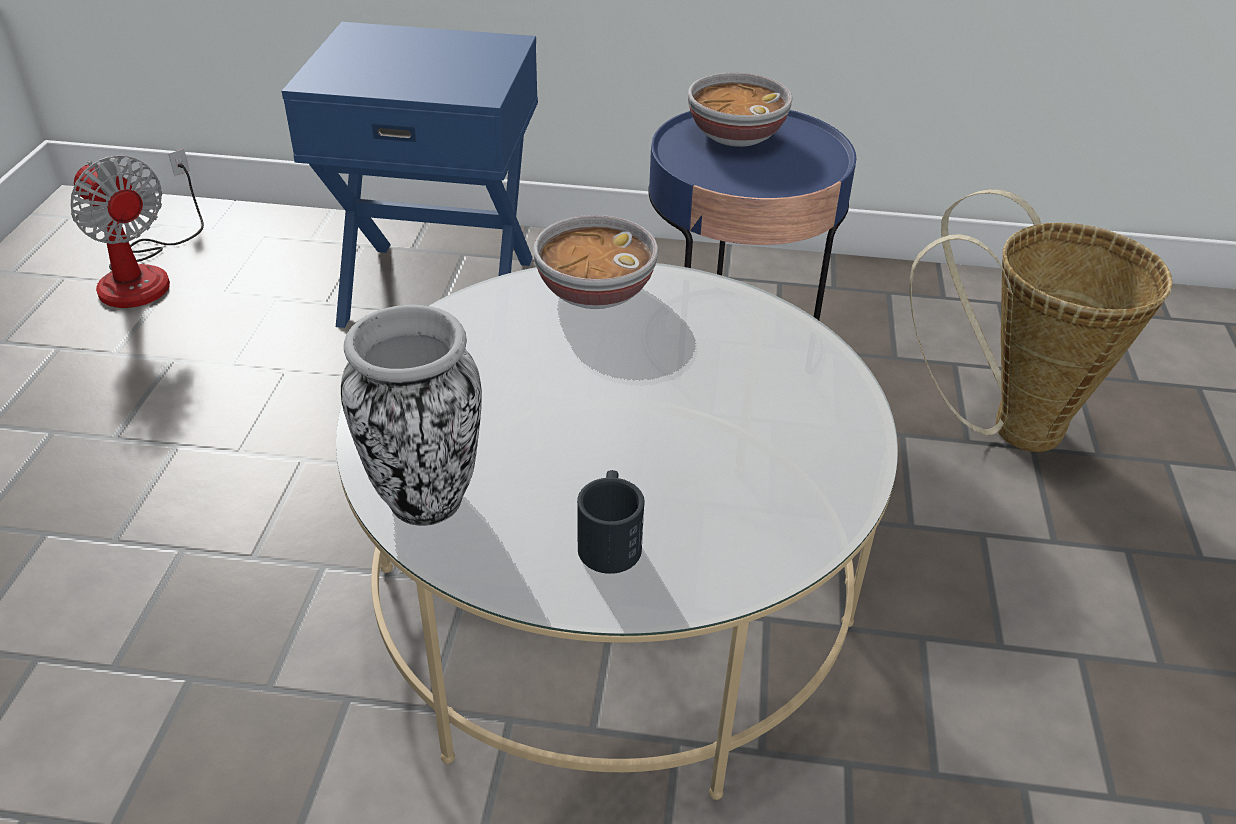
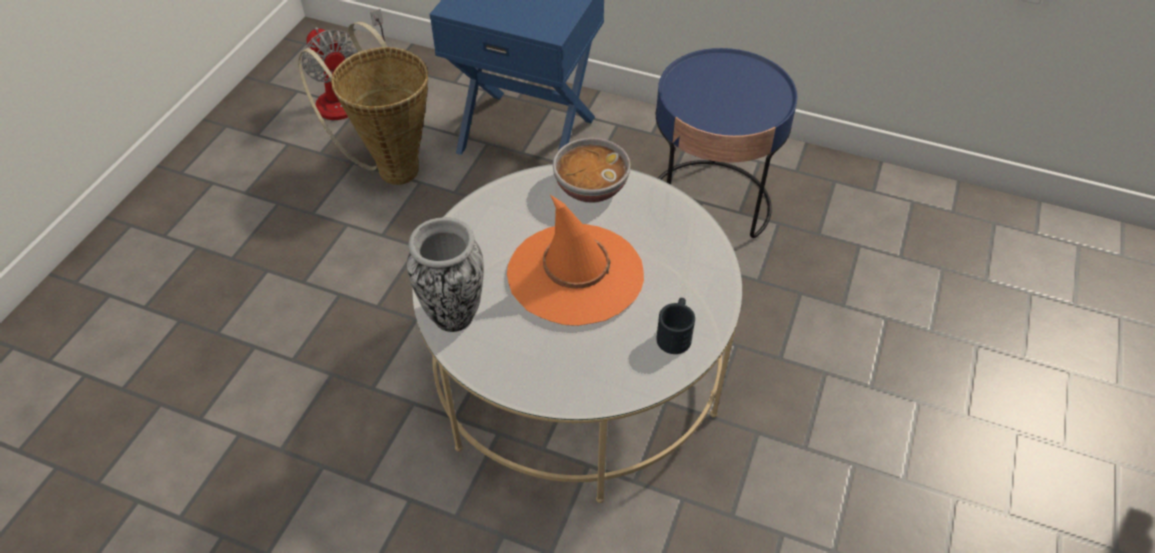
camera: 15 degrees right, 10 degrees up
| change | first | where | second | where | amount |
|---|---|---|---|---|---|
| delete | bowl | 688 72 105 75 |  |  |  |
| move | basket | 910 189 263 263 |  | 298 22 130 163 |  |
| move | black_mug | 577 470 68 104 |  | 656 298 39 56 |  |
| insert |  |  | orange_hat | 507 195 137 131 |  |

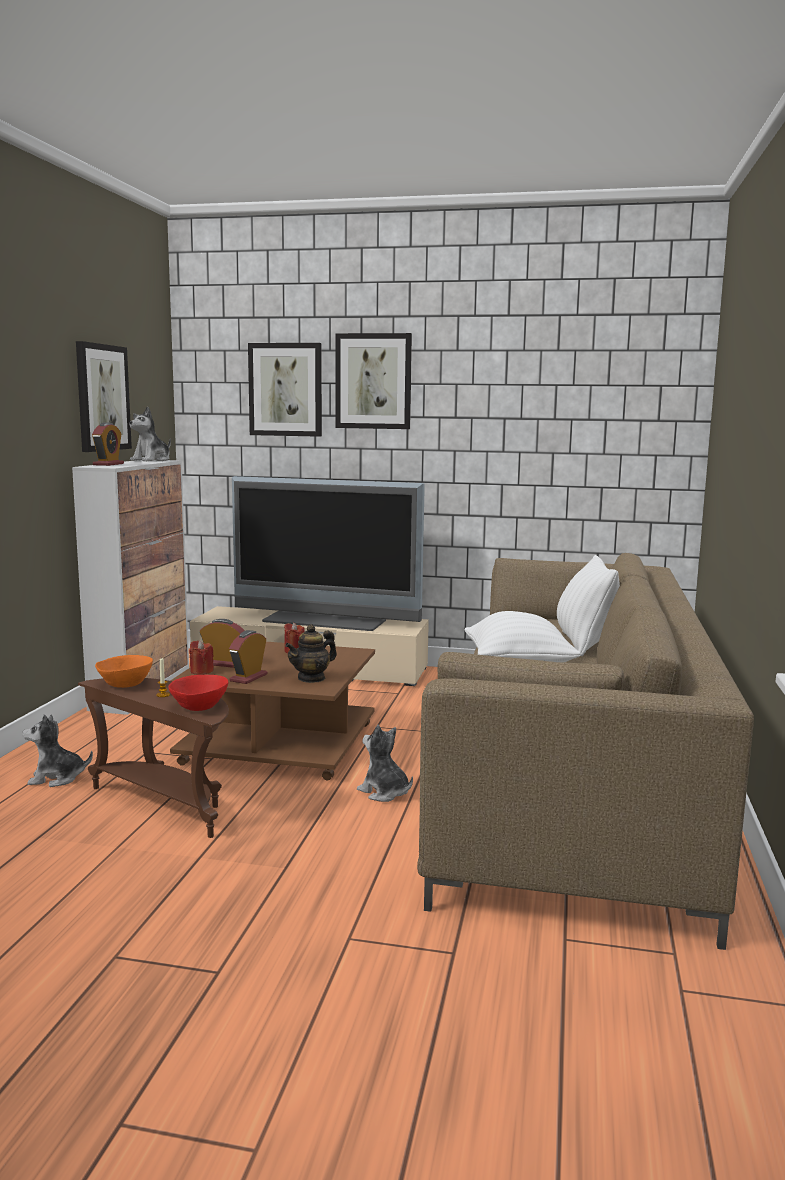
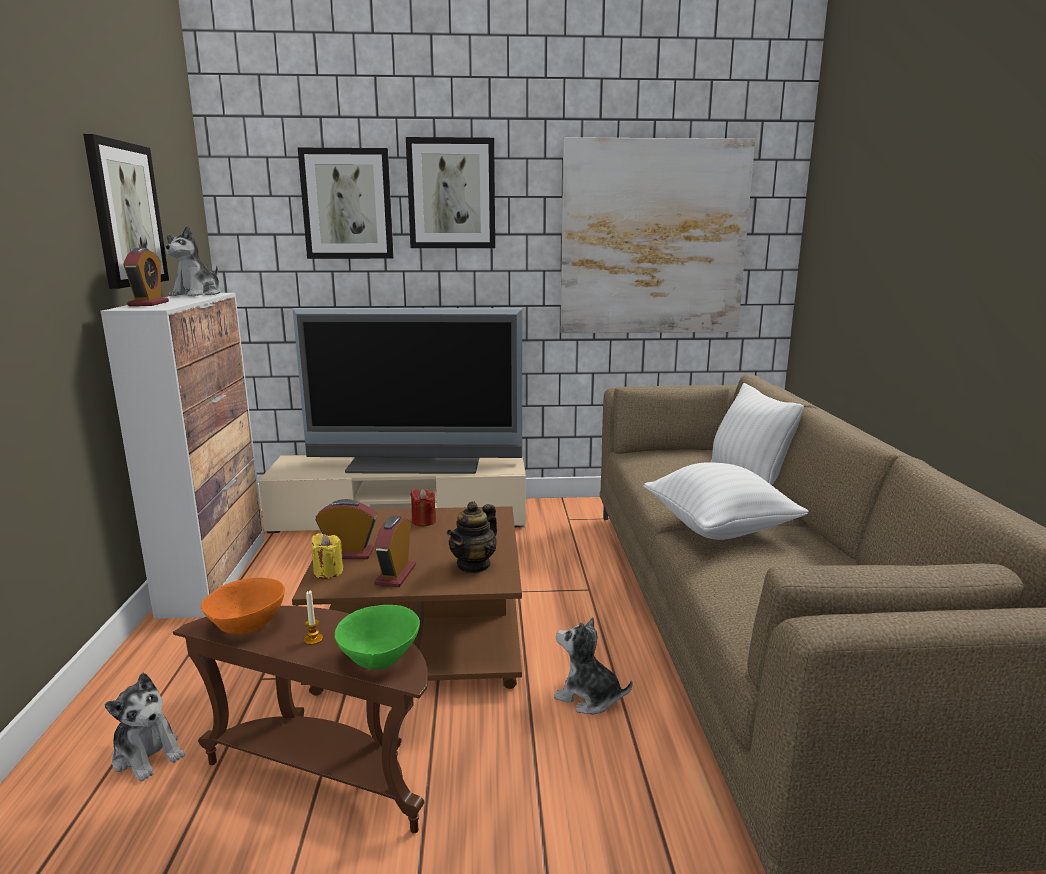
camera: 15 degrees left, 5 degrees up
| change | first | where | second | where | amount |
|---|---|---|---|---|---|
| recolor | red_candle | 189 640 25 35 | yellow_candle | 311 533 32 46 |  |
| recolor | red_bowl | 168 675 60 36 | green_bowl | 335 605 85 64 |  |
| rotate | plush_toy | 22 714 71 73 |  | 105 673 80 109 | 120 degrees counterclockwise |
| insert |  |  | picture | 560 137 195 196 |  |

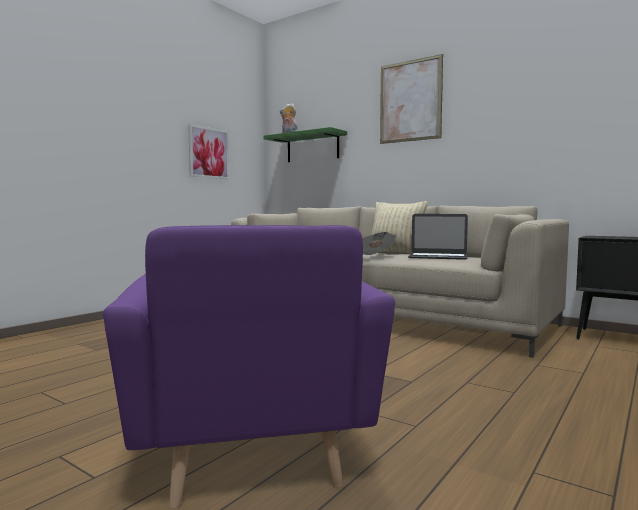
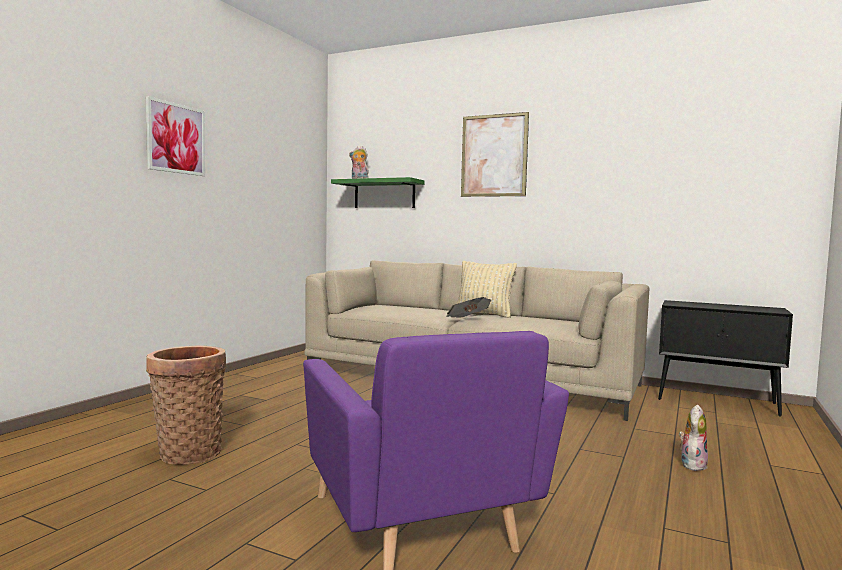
camera: 10 degrees left, 0 degrees up
| change | first | where | second | where | amount |
|---|---|---|---|---|---|
| move | picture | 188 124 41 55 |  | 146 96 59 80 |  |
| delete | laptop | 408 214 60 46 |  |  |  |
| insert |  |  | basket | 146 346 80 119 |  |
| insert |  |  | plush_toy | 679 405 29 66 |  |

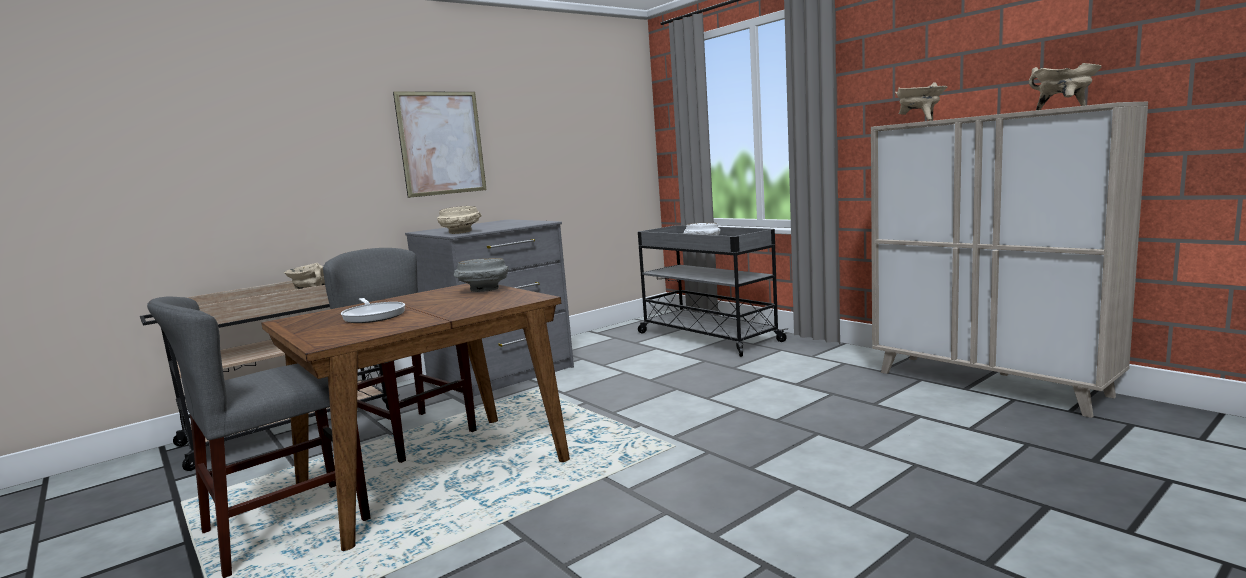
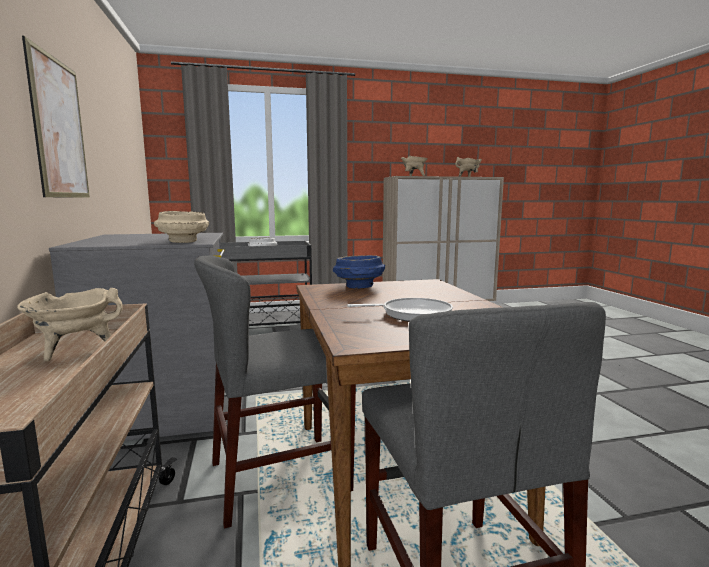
camera: 65 degrees left, 0 degrees up
| change | first | where | second | where | amount |
|---|---|---|---|---|---|
| recolor | grey_bowl | 454 258 55 34 | blue_bowl | 333 255 52 33 |  |

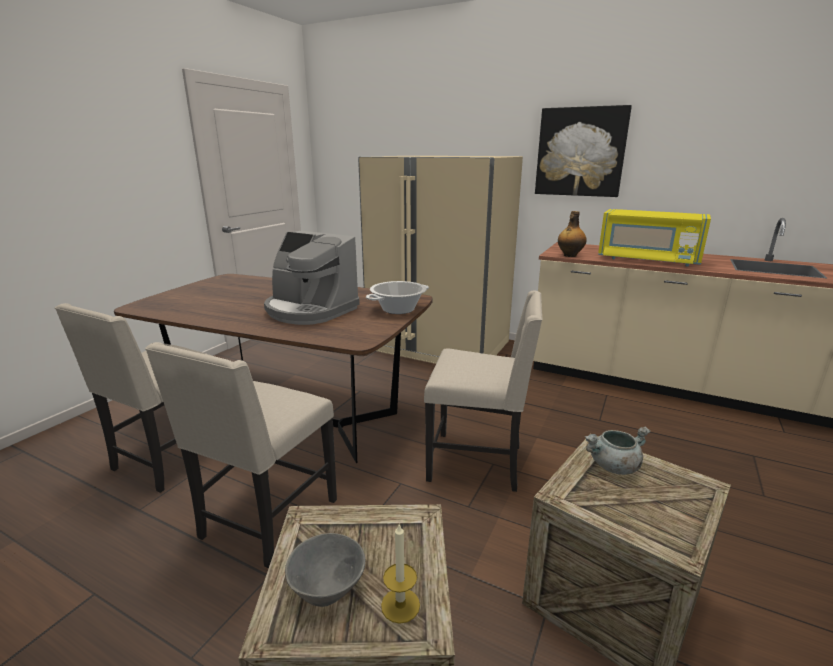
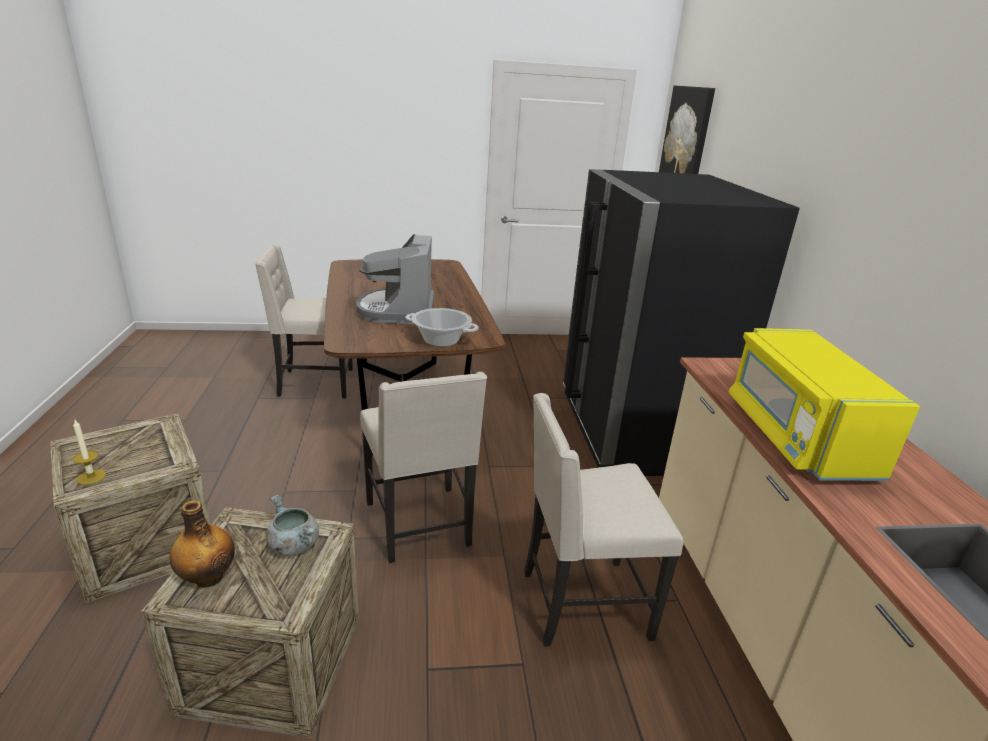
camera: 55 degrees right, 5 degrees up
| change | first | where | second | where | amount |
|---|---|---|---|---|---|
| move | picture | 535 105 97 92 |  | 659 85 56 89 |  |
| recolor | beige_fridge | 358 156 165 208 | black_fridge | 563 169 237 307 |  |
| move | bottle | 558 211 29 46 |  | 170 501 65 87 |  |
| move | beige_chair | 145 342 192 226 |  | 524 393 159 254 |  |
| delete | grey_bowl | 285 533 80 74 |  |  |  |

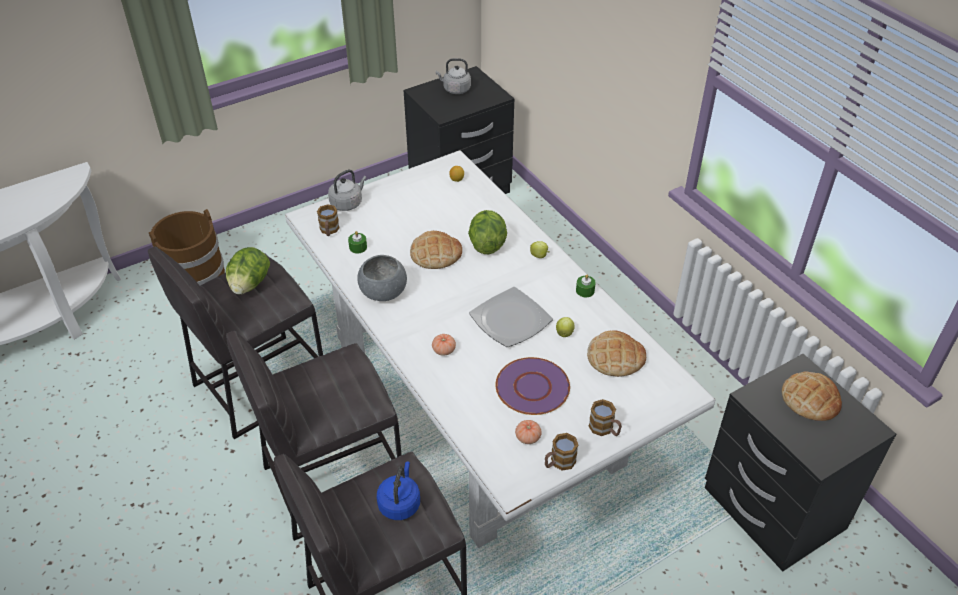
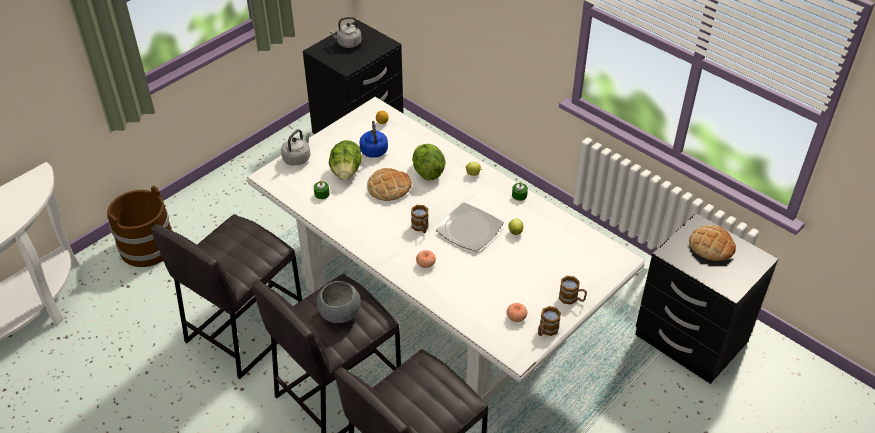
camera: 15 degrees left, 0 degrees up
| change | first | where | second | where | amount |
|---|---|---|---|---|---|
| move | mug | 317 204 23 32 |  | 411 205 18 28 |  |
| move | lettuce | 226 247 44 48 |  | 329 140 33 40 |  |
| move | grey_bowl | 357 255 50 46 |  | 317 281 44 42 |  |
| delete | bread | 587 330 59 47 |  |  |  |
| delete | purple_plate | 495 357 75 58 |  |  |  |
| move | blue_kettle | 377 461 43 59 |  | 359 121 29 37 |  |

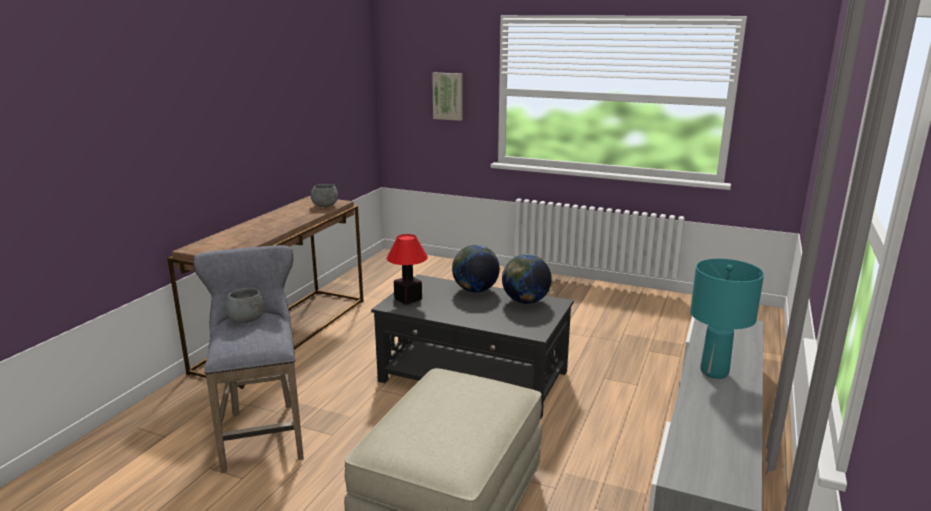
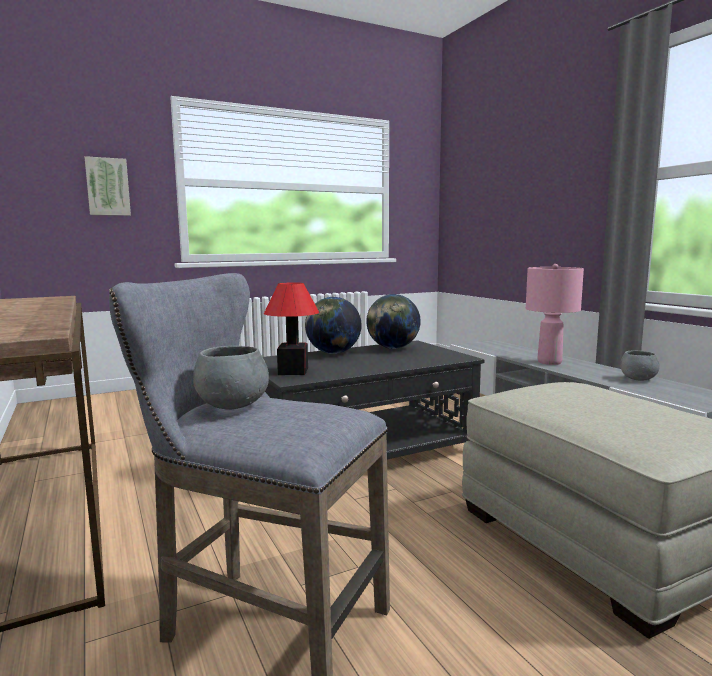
camera: 50 degrees left, 10 degrees down
| change | first | where | second | where | amount |
|---|---|---|---|---|---|
| move | grey_bowl | 311 184 27 23 |  | 620 351 40 30 |  |
| recolor | turquoise_table_lamp | 690 259 74 120 | pink_table_lamp | 526 264 58 101 |  |

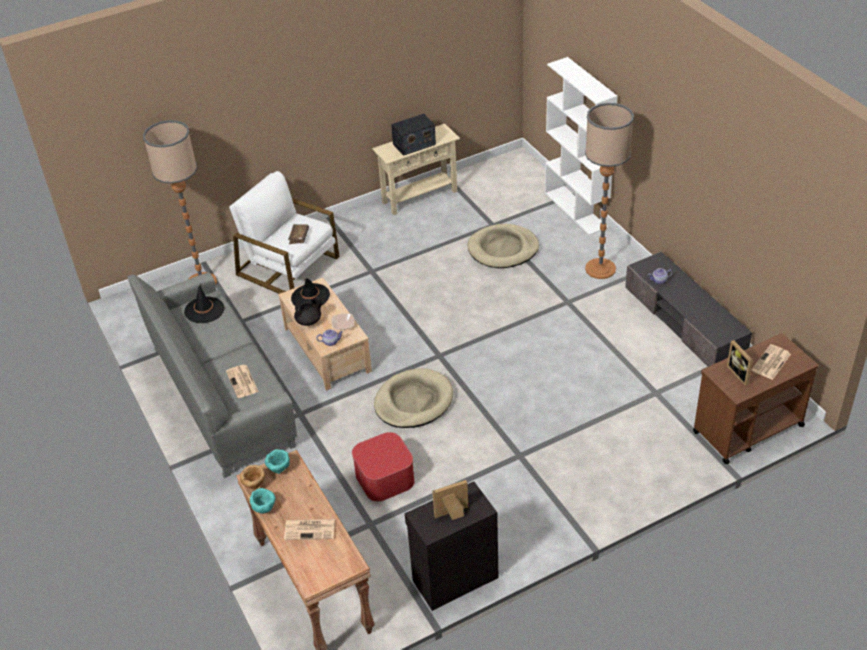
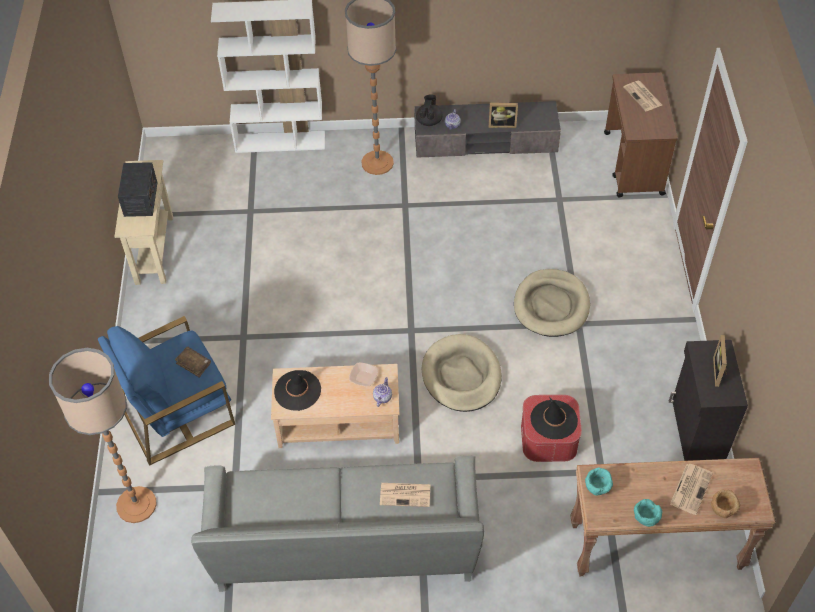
camera: 65 degrees left, 10 degrees up
| change | first | where | second | where | amount |
|---|---|---|---|---|---|
| recolor | white_armchair | 229 171 111 123 | blue_armchair | 98 316 137 150 |  |
| move | beige_dog_bed | 468 224 71 44 |  | 514 269 76 68 |  |
| move | black_hat | 184 284 40 39 |  | 530 398 48 41 |  |
| move | black_teapot | 294 298 28 28 |  | 416 94 27 32 |  |
| move | picture_frame | 727 340 26 47 |  | 489 103 29 25 |  |
| move | brown_bowl | 240 465 25 24 |  | 711 489 29 29 |  |

